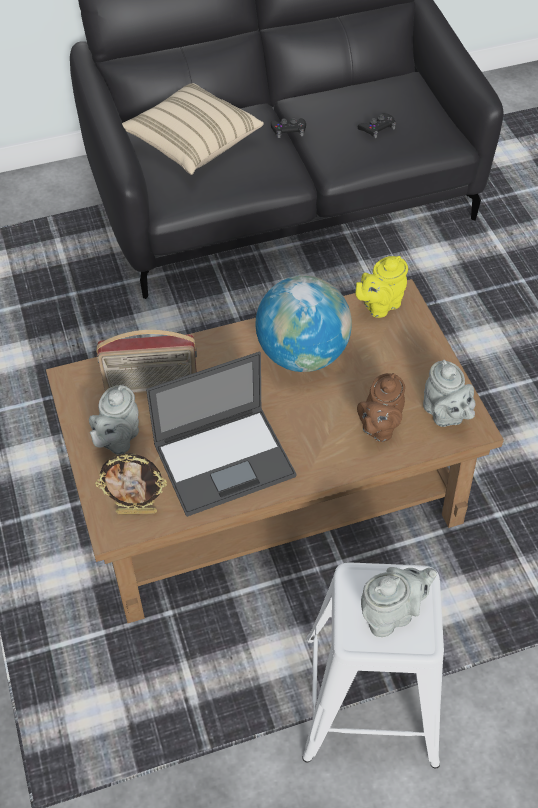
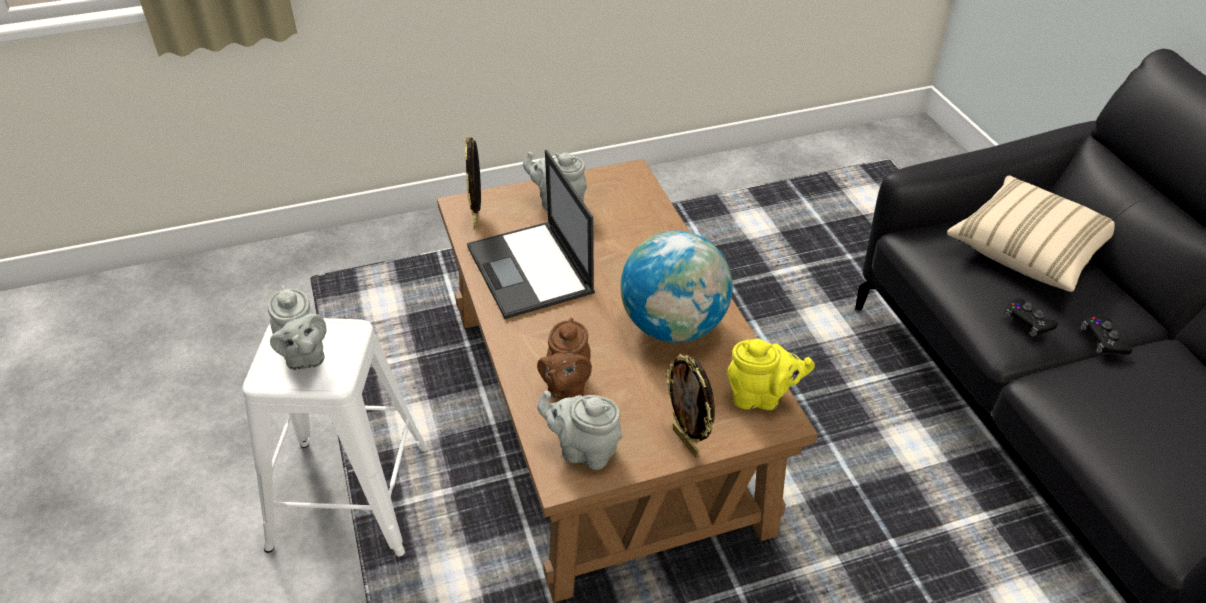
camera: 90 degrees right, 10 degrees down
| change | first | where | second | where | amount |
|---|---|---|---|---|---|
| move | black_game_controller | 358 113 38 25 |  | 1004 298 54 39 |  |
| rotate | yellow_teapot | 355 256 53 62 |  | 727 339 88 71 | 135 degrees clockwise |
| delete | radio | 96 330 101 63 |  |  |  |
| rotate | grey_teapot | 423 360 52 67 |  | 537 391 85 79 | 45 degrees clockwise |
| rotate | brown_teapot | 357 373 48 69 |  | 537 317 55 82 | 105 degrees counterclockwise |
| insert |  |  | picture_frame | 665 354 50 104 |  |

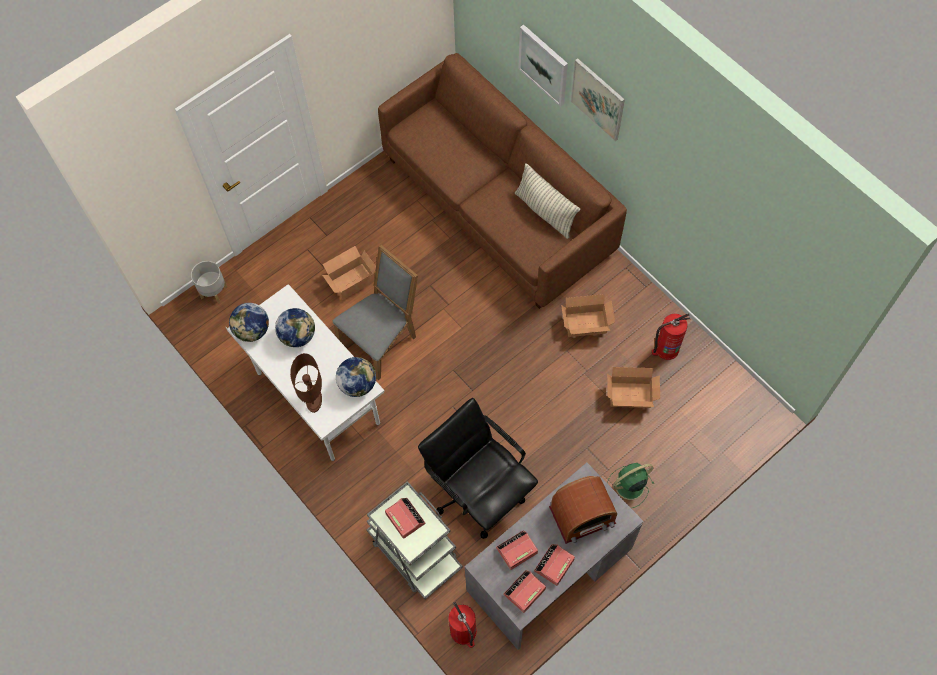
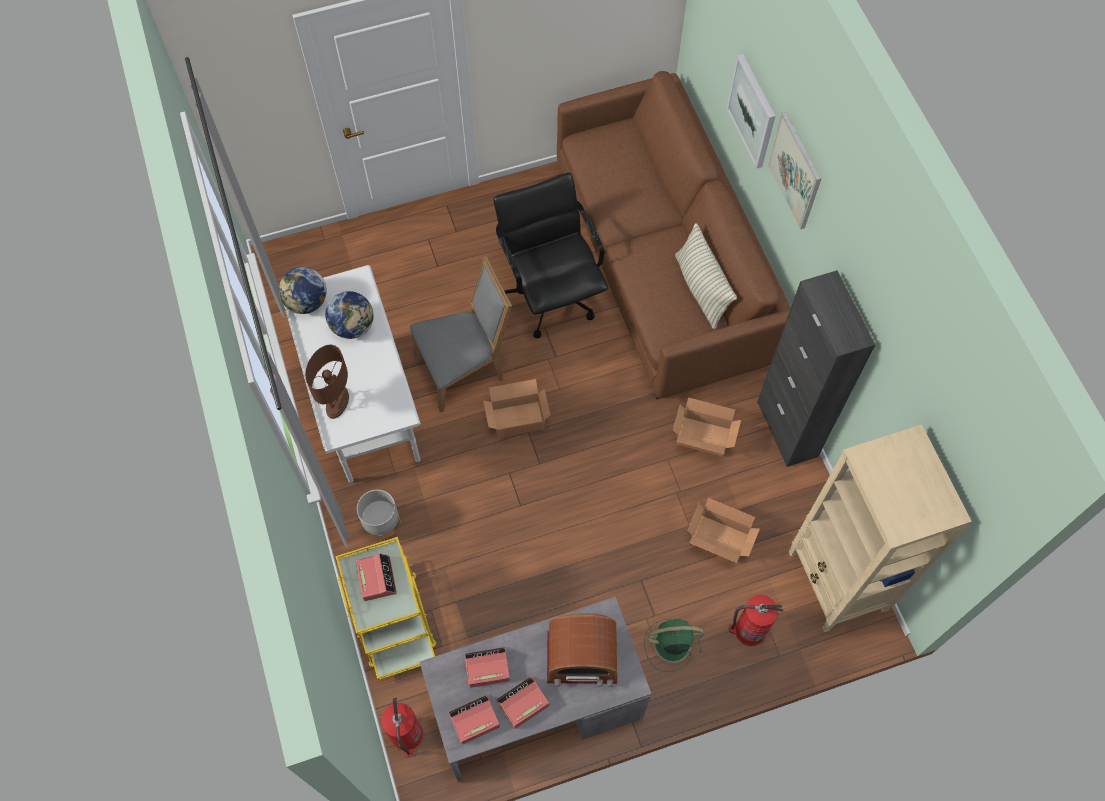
camera: 20 degrees right, 0 degrees up
| change | first | where | second | where | amount |
|---|---|---|---|---|---|
| move | cardboard_box | 322 246 54 54 |  | 483 379 67 59 |  |
| move | grey_planter | 191 261 36 43 |  | 357 490 44 52 |  |
| move | fire_extinguisher | 652 313 38 47 |  | 729 595 54 51 |  |
| delete | globe | 336 357 40 40 |  |  |  |
| move | black_office_chair | 418 398 120 141 |  | 494 173 114 165 |  |
| recolor | grey_cart | 367 481 96 118 | yellow_cart | 336 537 100 143 |  |
| insert |  |  | black_cabinet | 757 270 119 197 |  |
| insert |  |  | beige_bookcase | 789 424 183 208 |  |

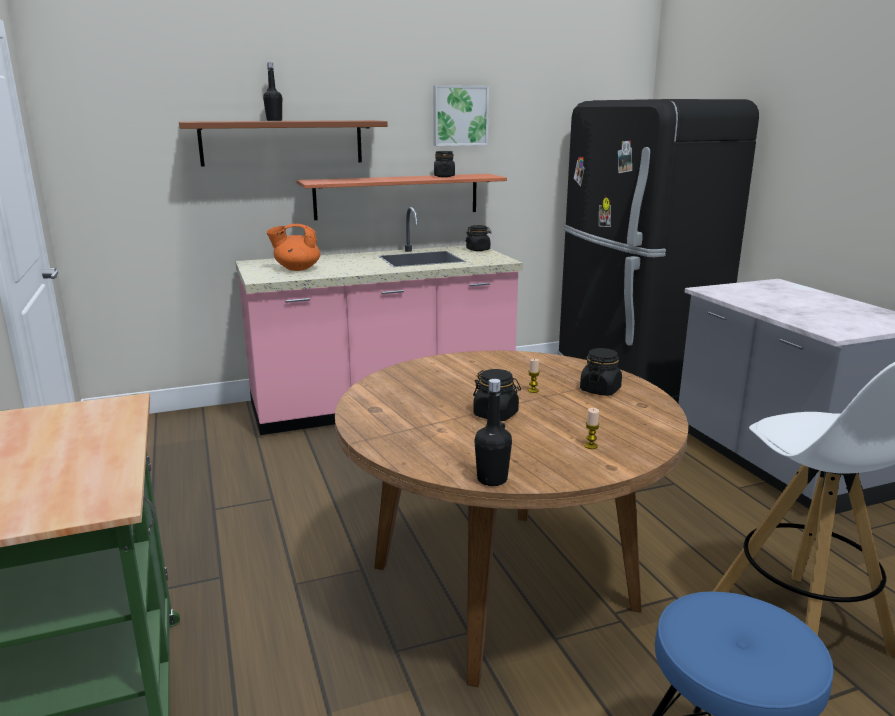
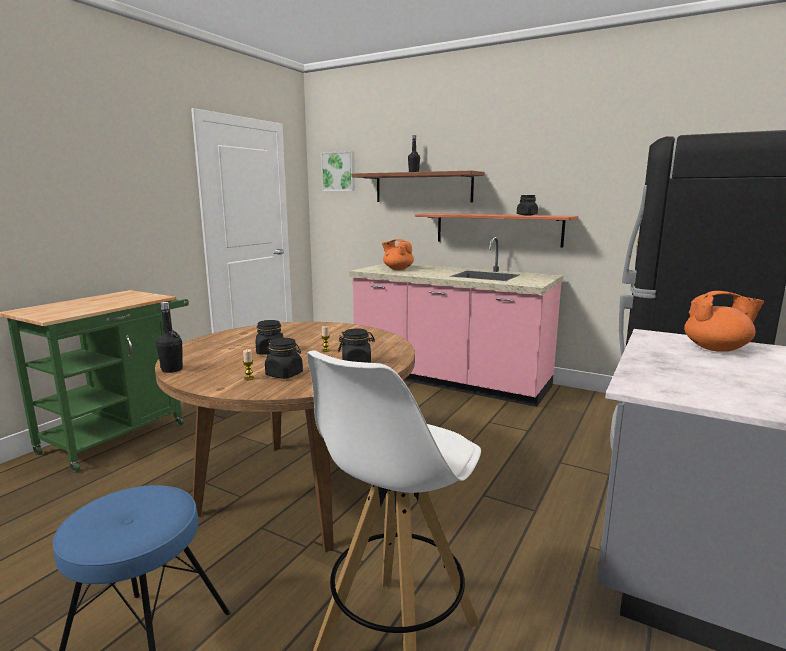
camera: 50 degrees right, 5 degrees down
| change | first | where | second | where | amount |
|---|---|---|---|---|---|
| move | picture | 433 85 56 61 |  | 321 151 34 40 |  |
| move | black_jar | 466 225 26 26 |  | 265 338 38 41 |  |
| insert |  |  | orange_teapot | 684 291 80 61 |  |

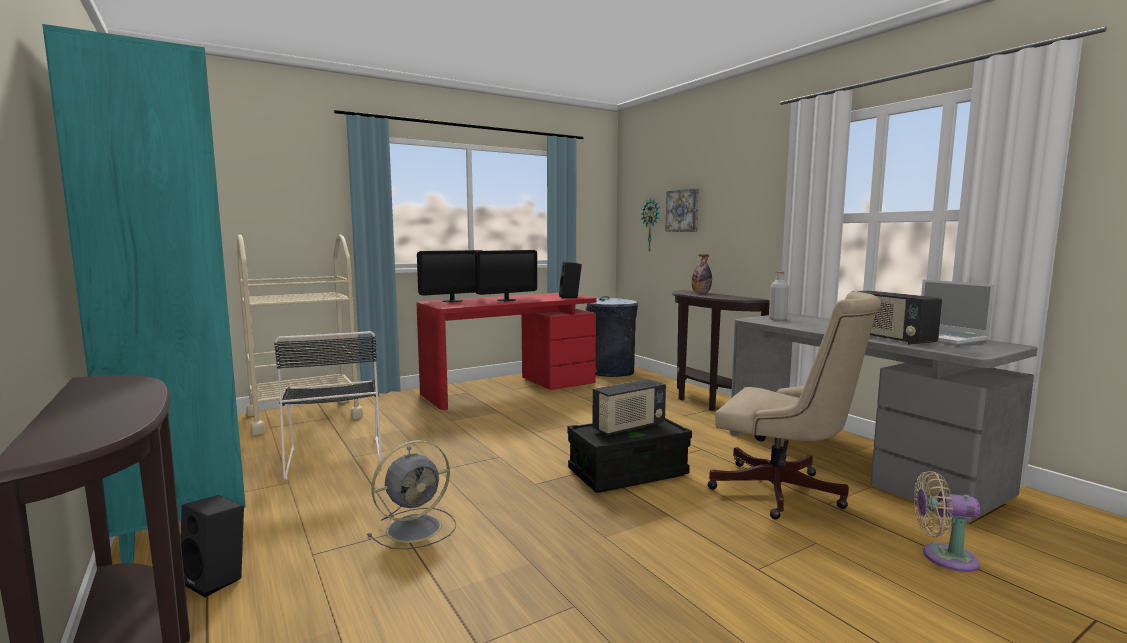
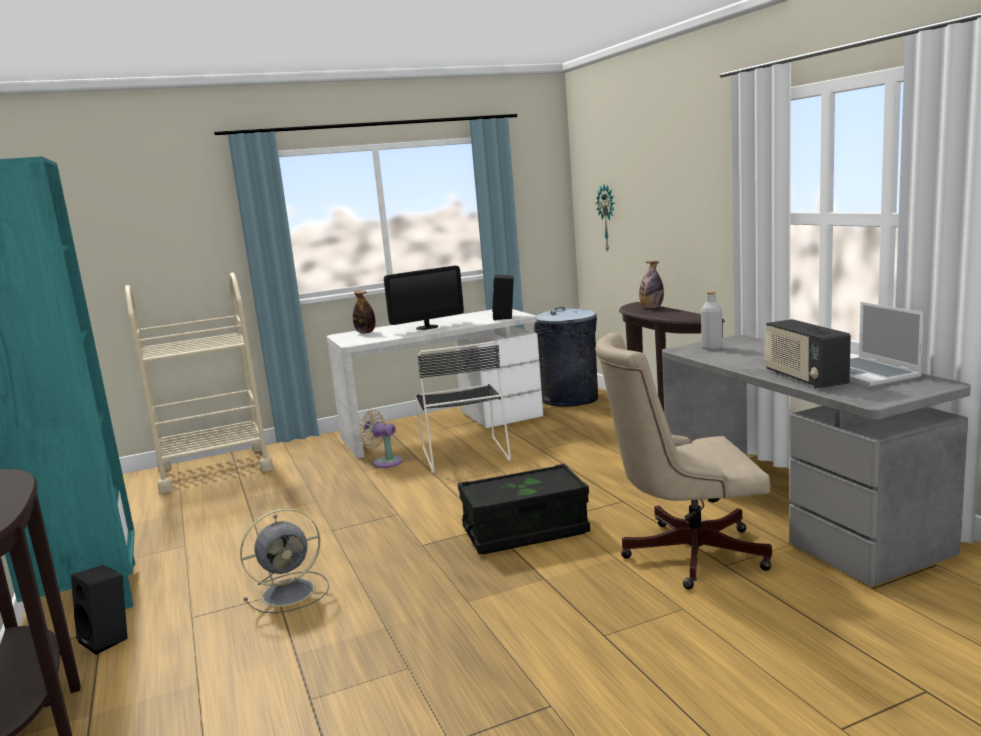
camera: 10 degrees right, 5 degrees up
| change | first | where | second | where | amount |
|---|---|---|---|---|---|
| delete | picture | 665 188 34 44 |  |  |  |
| replace | monitor | 417 250 66 52 | bottle | 353 290 22 44 |  |
| rotate | beige_office_chair | 707 291 174 228 |  | 595 332 177 258 | 135 degrees clockwise |
| recolor | red_desk | 416 293 181 117 | white_desk | 327 309 216 149 |  |
| move | black_chair | 274 331 109 150 |  | 415 341 96 132 |  |
| delete | radio | 592 379 74 56 |  |  |  |
| move | beige_fan | 914 471 66 101 |  | 359 410 43 58 |  |

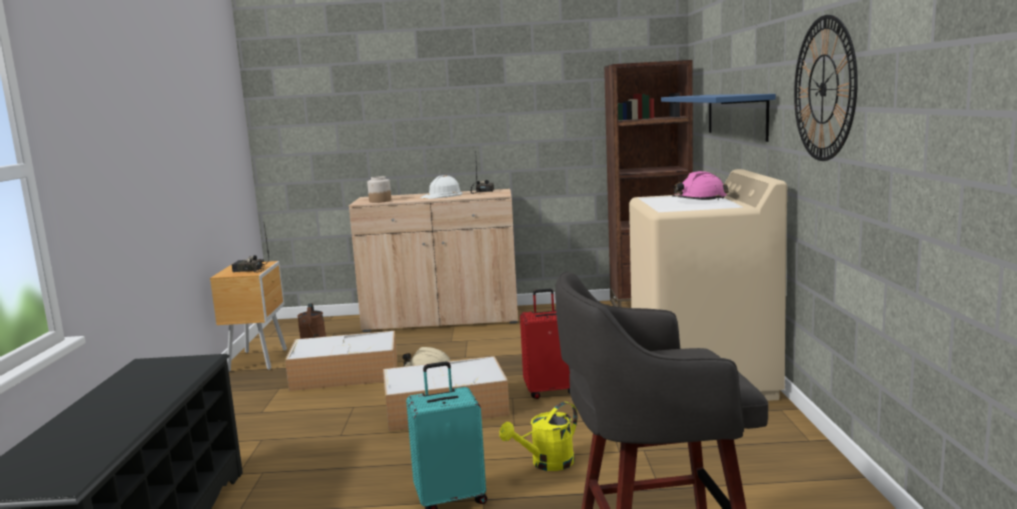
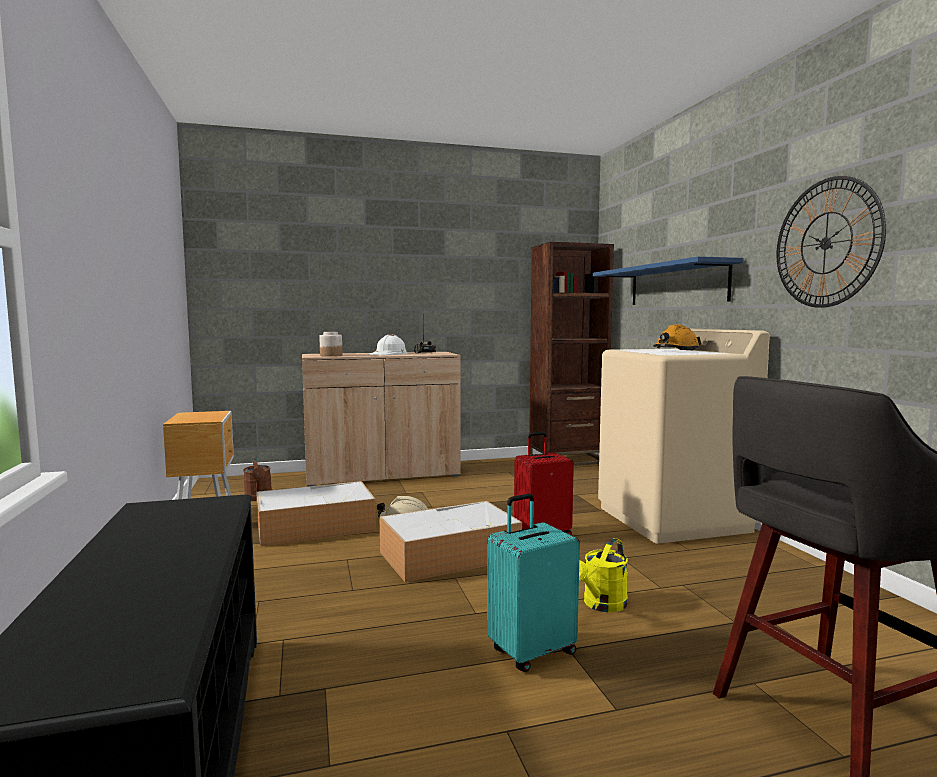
camera: 15 degrees left, 5 degrees down
| change | first | where | second | where | amount |
|---|---|---|---|---|---|
| recolor | pink_hard_hat | 672 171 57 29 | orange_hard_hat | 653 324 48 26 |  |
| delete | radio | 232 224 37 49 |  |  |  |

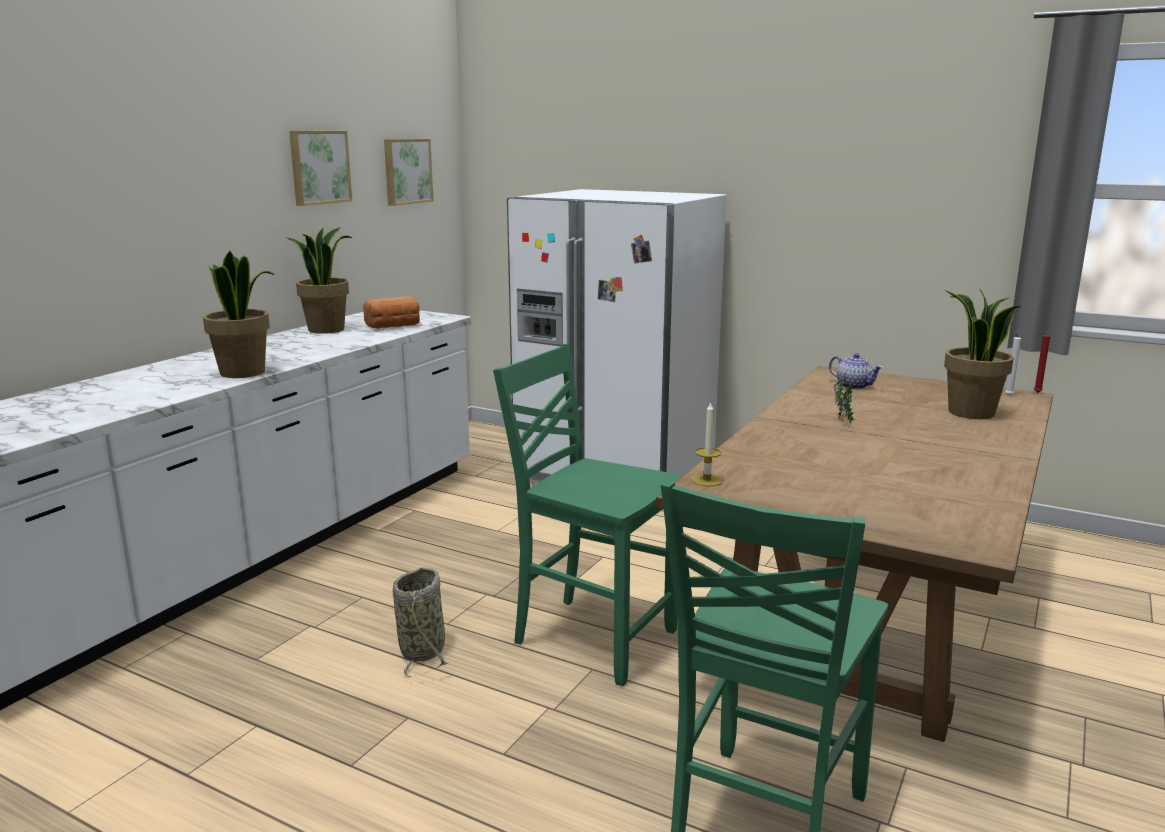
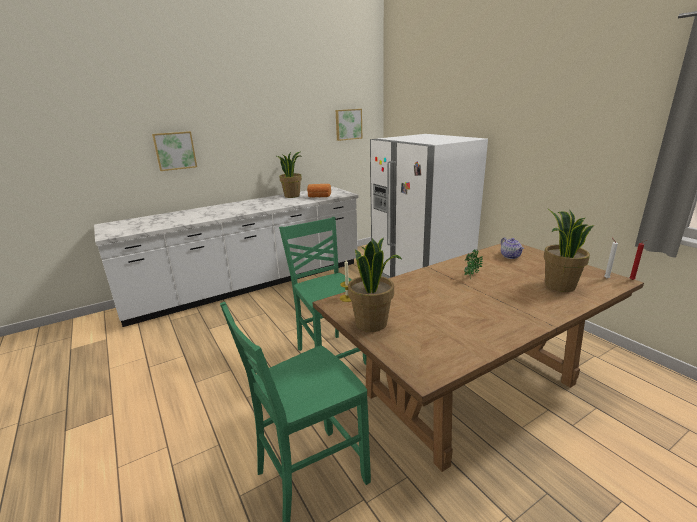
camera: 30 degrees right, 5 degrees up
| change | first | where | second | where | amount |
|---|---|---|---|---|---|
| move | picture | 289 131 63 75 |  | 152 131 45 40 |  |
| move | potted_plant | 203 251 72 127 |  | 348 238 54 94 |  |
| delete | basket | 393 567 56 110 |  |  |  |

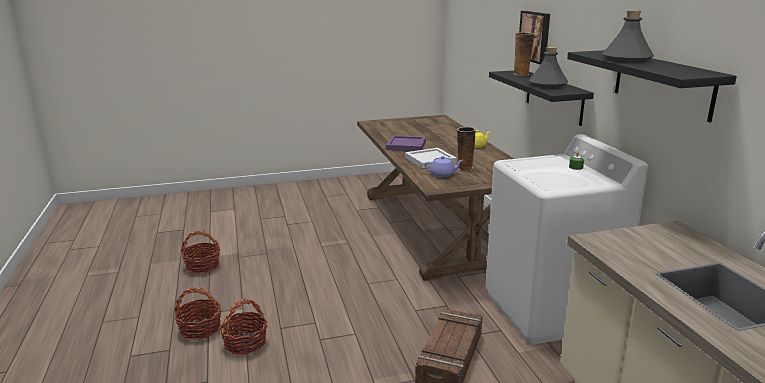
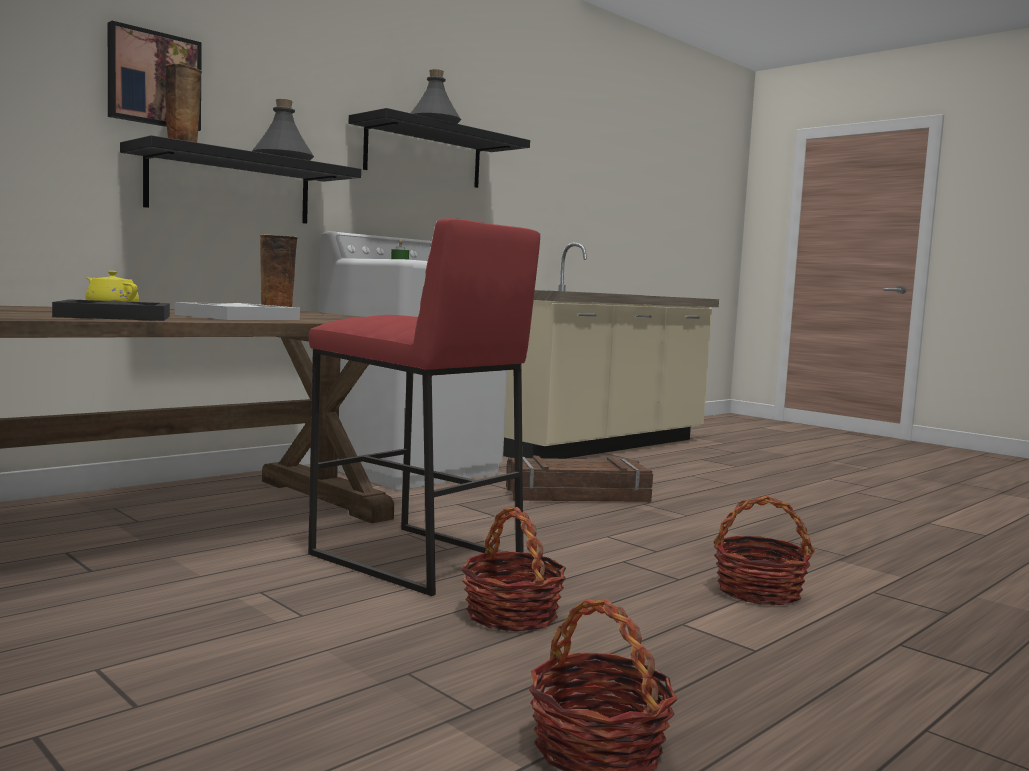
camera: 120 degrees left, 15 degrees down
| change | first | where | second | where | amount |
|---|---|---|---|---|---|
| recolor | purple_tray | 386 135 40 16 | black_tray | 52 299 118 22 |  |
| delete | purple_teapot | 424 156 39 21 |  |  |  |
| move | basket | 174 287 47 53 |  | 461 507 105 124 |  |
| insert |  |  | red_stool | 308 218 232 378 |  |

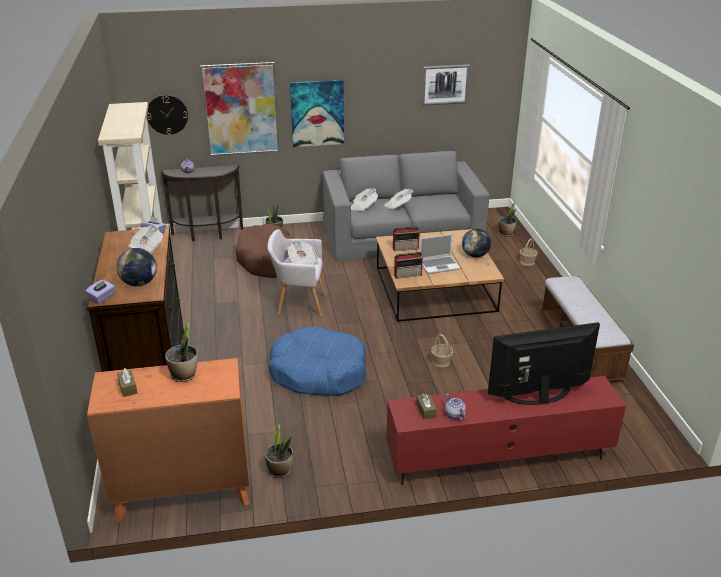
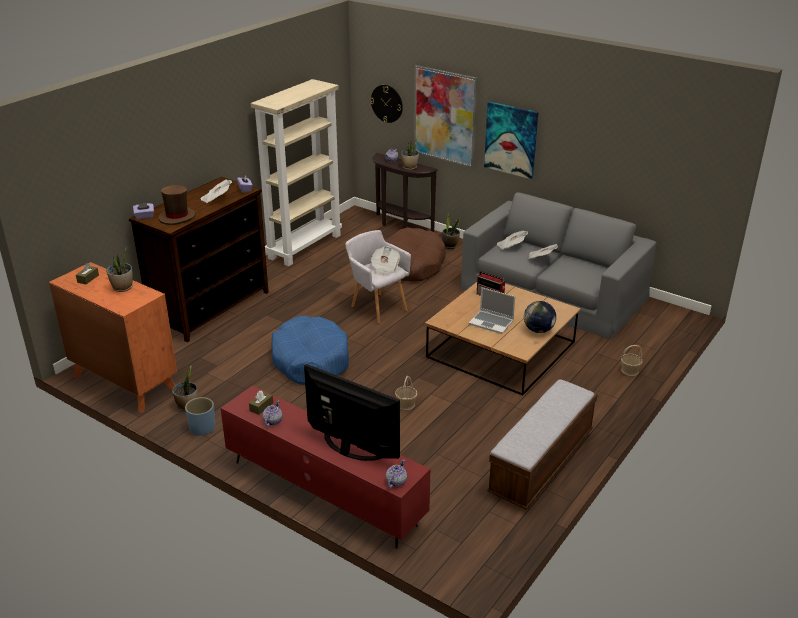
camera: 45 degrees right, 0 degrees up
| change | first | where | second | where | amount |
|---|---|---|---|---|---|
| delete | picture | 421 64 49 42 |  |  |  |
| move | potted_plant | 498 202 19 35 |  | 401 136 18 34 |  |
| replace | globe | 117 248 40 38 | brown_hat | 159 185 36 40 |  |
| delete | radio | 394 252 29 27 |  |  |  |
| insert |  |  | blue_planter | 185 397 30 39 |  |
| insert |  |  | teapot | 386 459 21 29 |  |

